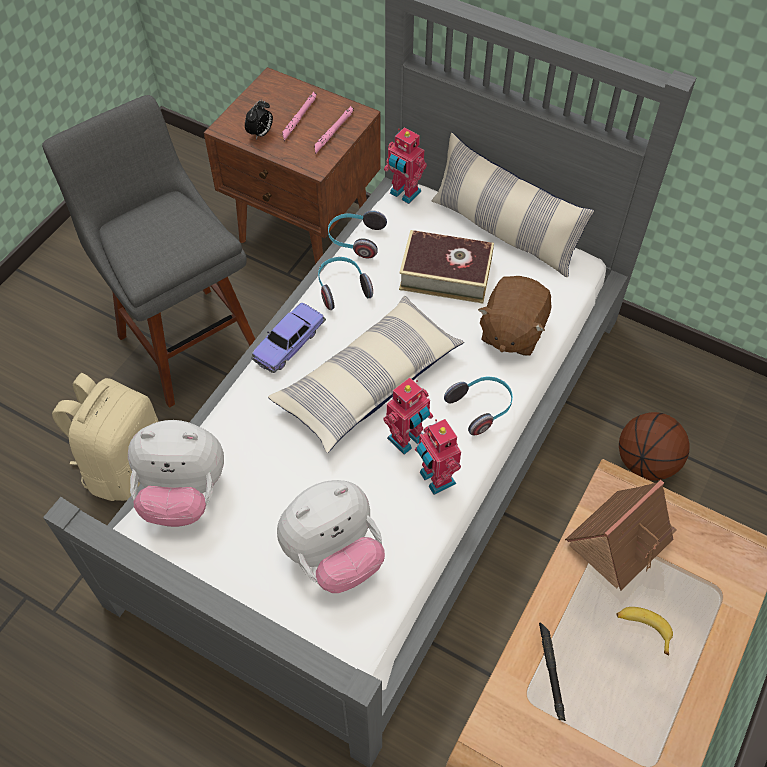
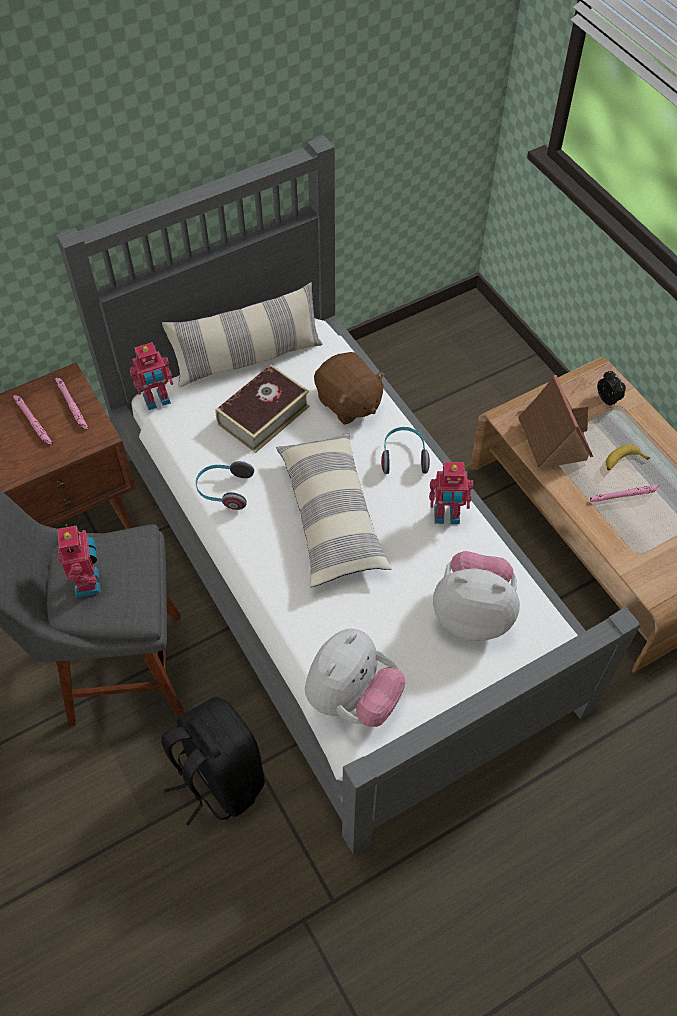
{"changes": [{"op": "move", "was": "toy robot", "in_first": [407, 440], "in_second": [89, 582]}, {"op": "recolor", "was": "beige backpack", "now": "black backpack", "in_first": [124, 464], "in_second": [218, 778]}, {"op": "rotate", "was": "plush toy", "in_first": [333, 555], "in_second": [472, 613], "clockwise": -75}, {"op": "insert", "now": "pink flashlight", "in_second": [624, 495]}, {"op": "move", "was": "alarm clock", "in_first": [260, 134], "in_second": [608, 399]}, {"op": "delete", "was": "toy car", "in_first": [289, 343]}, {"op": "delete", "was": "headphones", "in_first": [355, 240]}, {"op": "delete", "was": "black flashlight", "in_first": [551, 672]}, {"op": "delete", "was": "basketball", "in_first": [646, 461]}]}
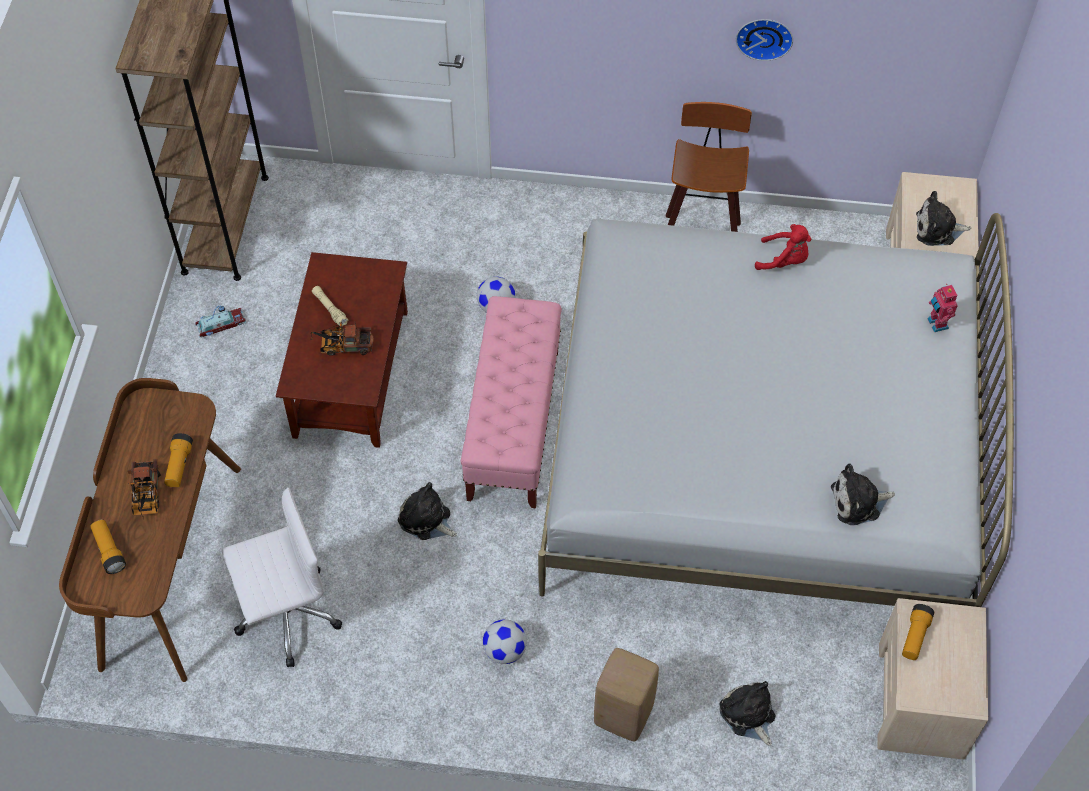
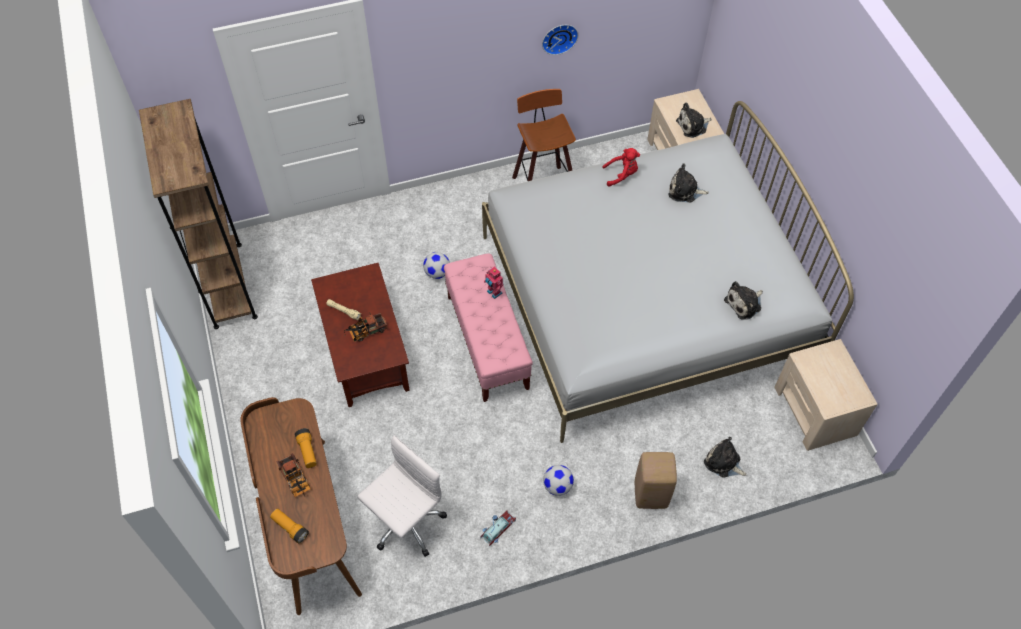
{"changes": [{"op": "move", "was": "toy car", "in_first": [220, 324], "in_second": [497, 528]}, {"op": "move", "was": "toy robot", "in_first": [936, 324], "in_second": [493, 293]}, {"op": "move", "was": "plush toy", "in_first": [426, 520], "in_second": [685, 191]}, {"op": "delete", "was": "flashlight", "in_first": [915, 636]}]}
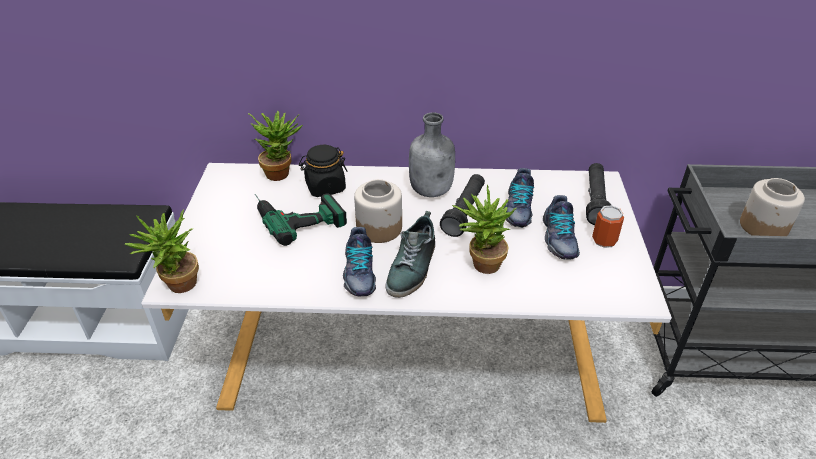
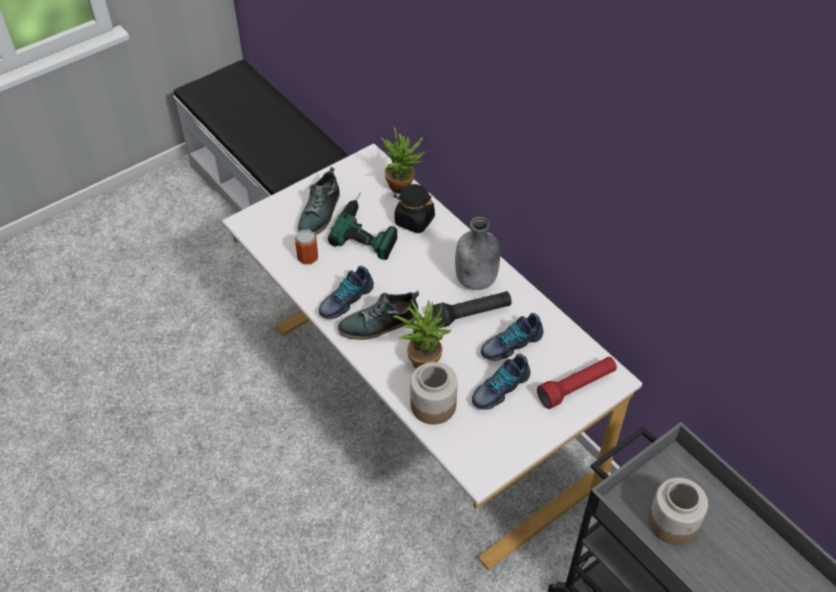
{"changes": [{"op": "move", "was": "can", "in_first": [604, 240], "in_second": [308, 258]}, {"op": "insert", "now": "shoe", "in_second": [320, 213]}, {"op": "move", "was": "jar", "in_first": [379, 228], "in_second": [434, 405]}, {"op": "recolor", "was": "black flashlight", "now": "red flashlight", "in_first": [595, 201], "in_second": [576, 387]}, {"op": "delete", "was": "potted plant", "in_first": [177, 287]}]}
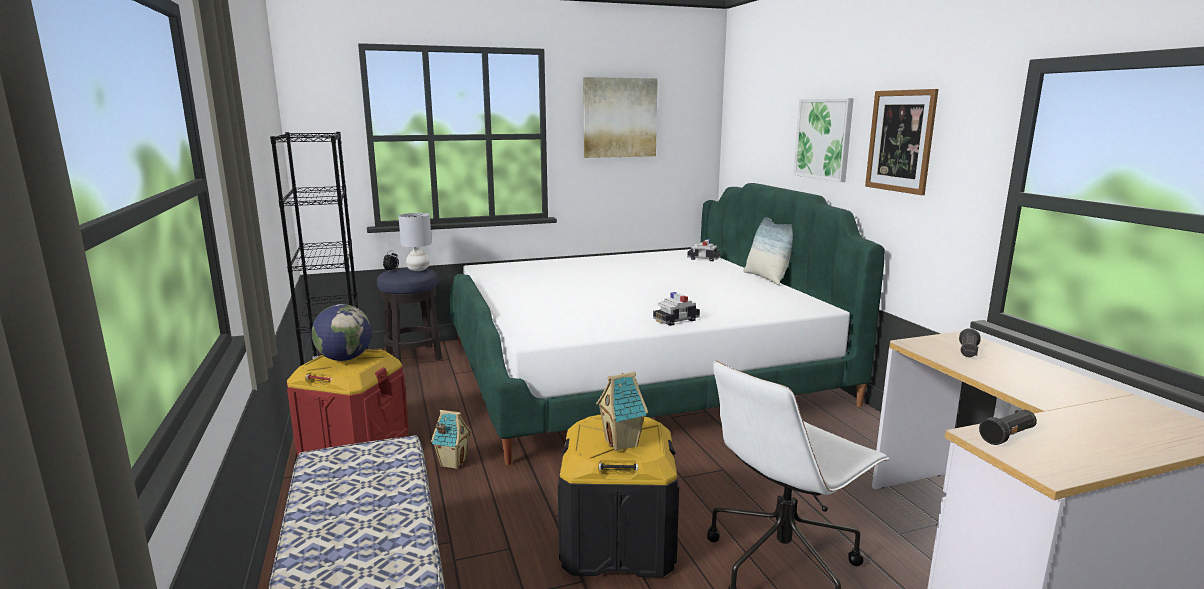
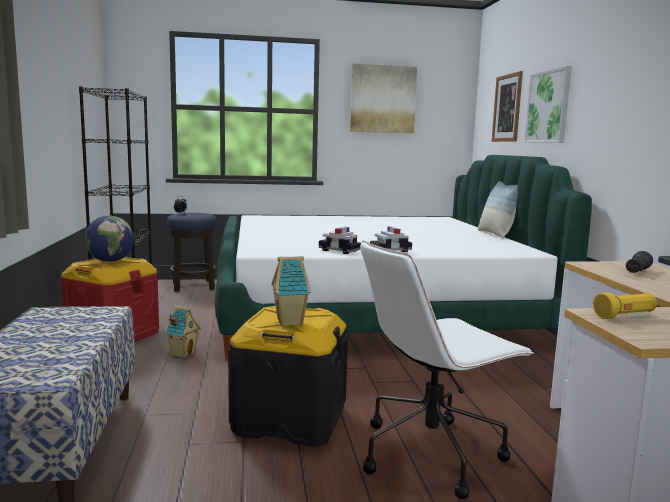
{"changes": [{"op": "move", "was": "toy car", "in_first": [703, 258], "in_second": [339, 251]}, {"op": "move", "was": "picture", "in_first": [900, 141], "in_second": [507, 108]}, {"op": "recolor", "was": "black flashlight", "now": "yellow flashlight", "in_first": [1007, 436], "in_second": [625, 316]}, {"op": "delete", "was": "grey table lamp", "in_first": [418, 269]}]}
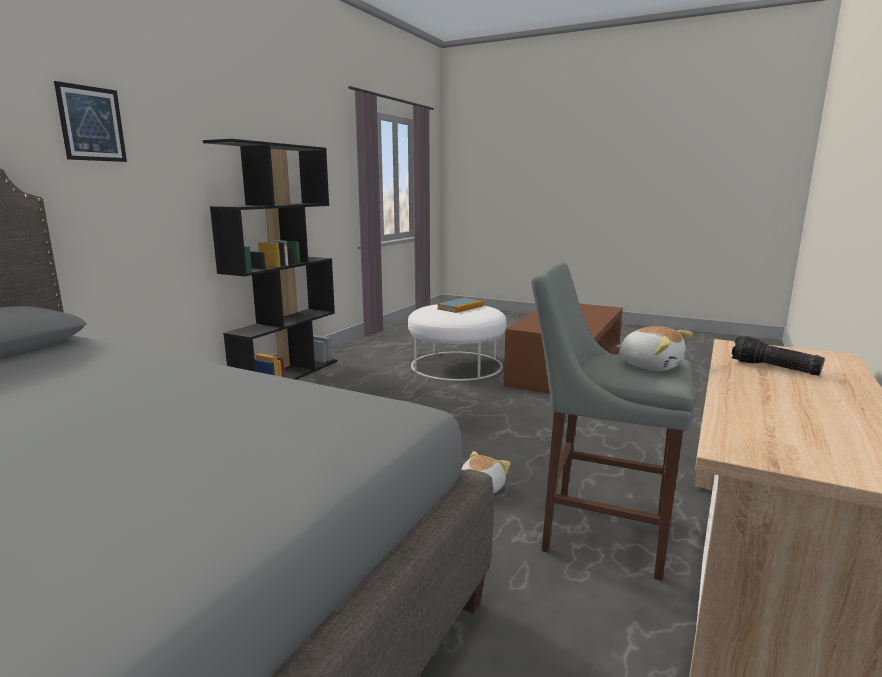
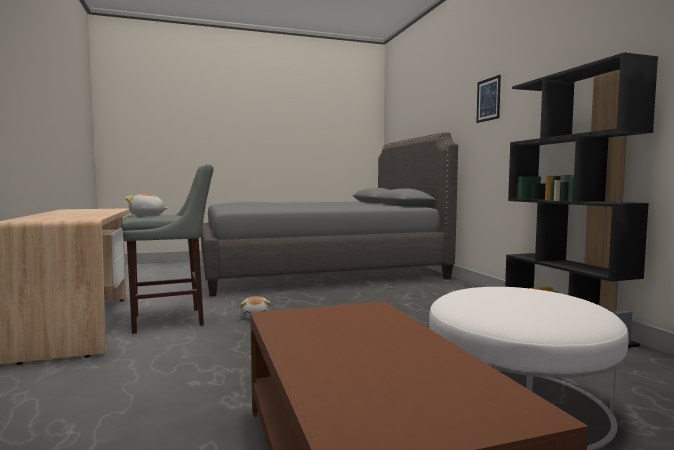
{"changes": [{"op": "delete", "was": "book", "in_first": [460, 307]}, {"op": "delete", "was": "flashlight", "in_first": [773, 367]}]}
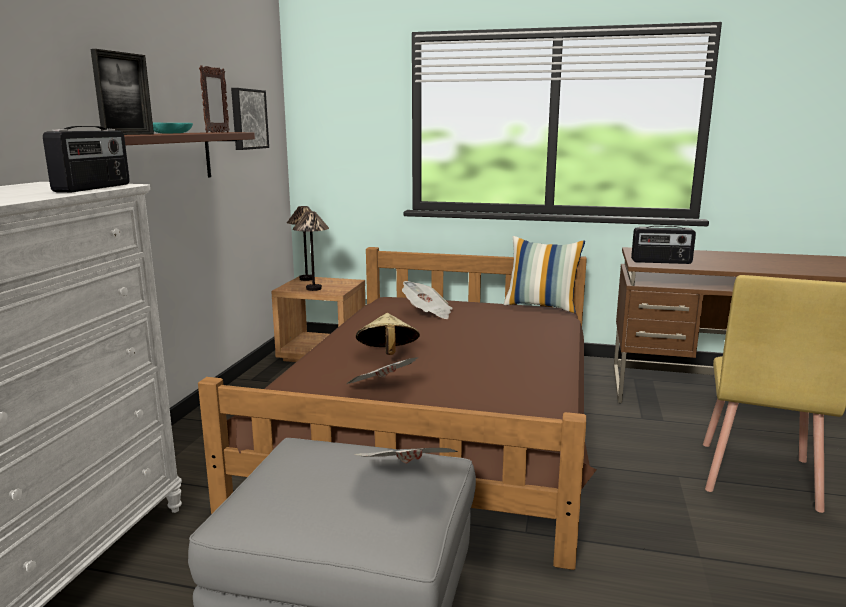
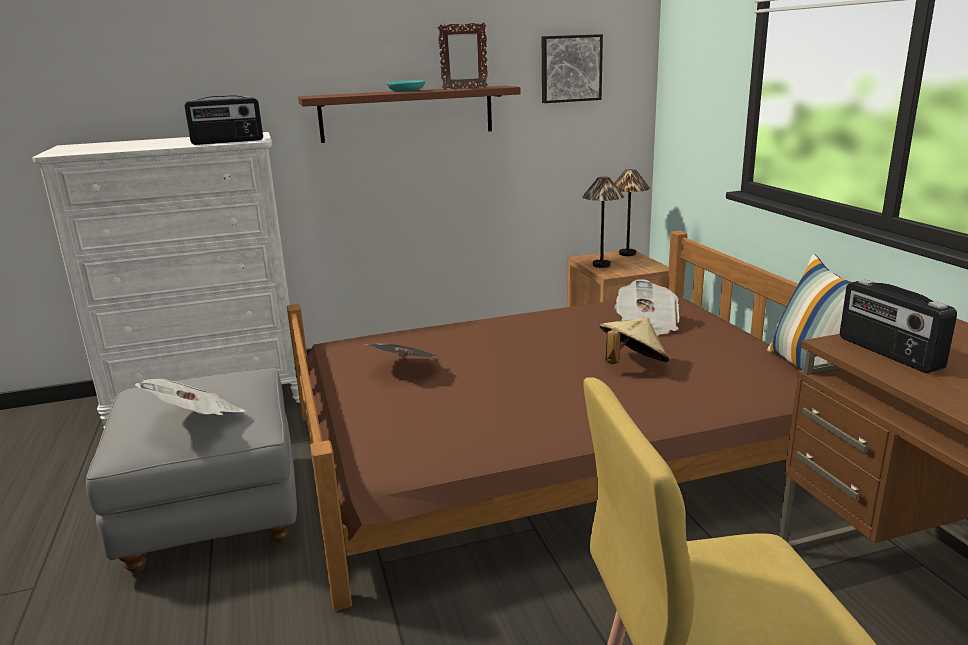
{"changes": [{"op": "move", "was": "beige hat", "in_first": [387, 354], "in_second": [632, 365]}, {"op": "delete", "was": "picture frame", "in_first": [128, 134]}]}
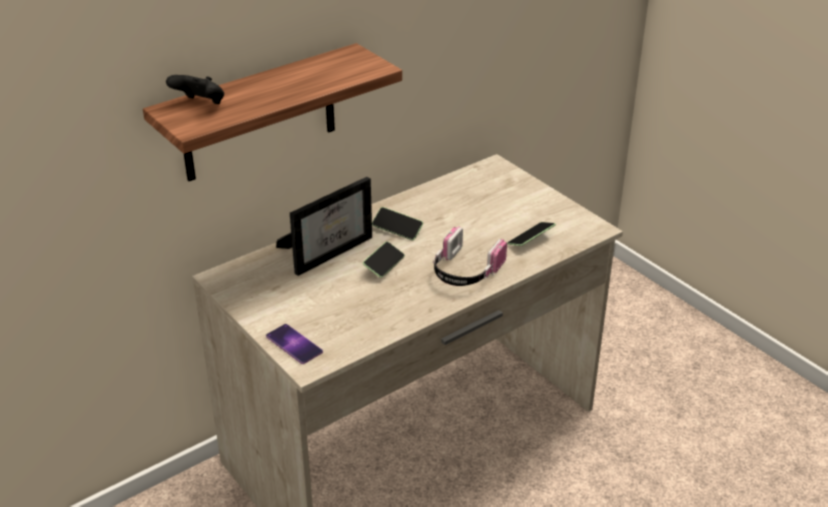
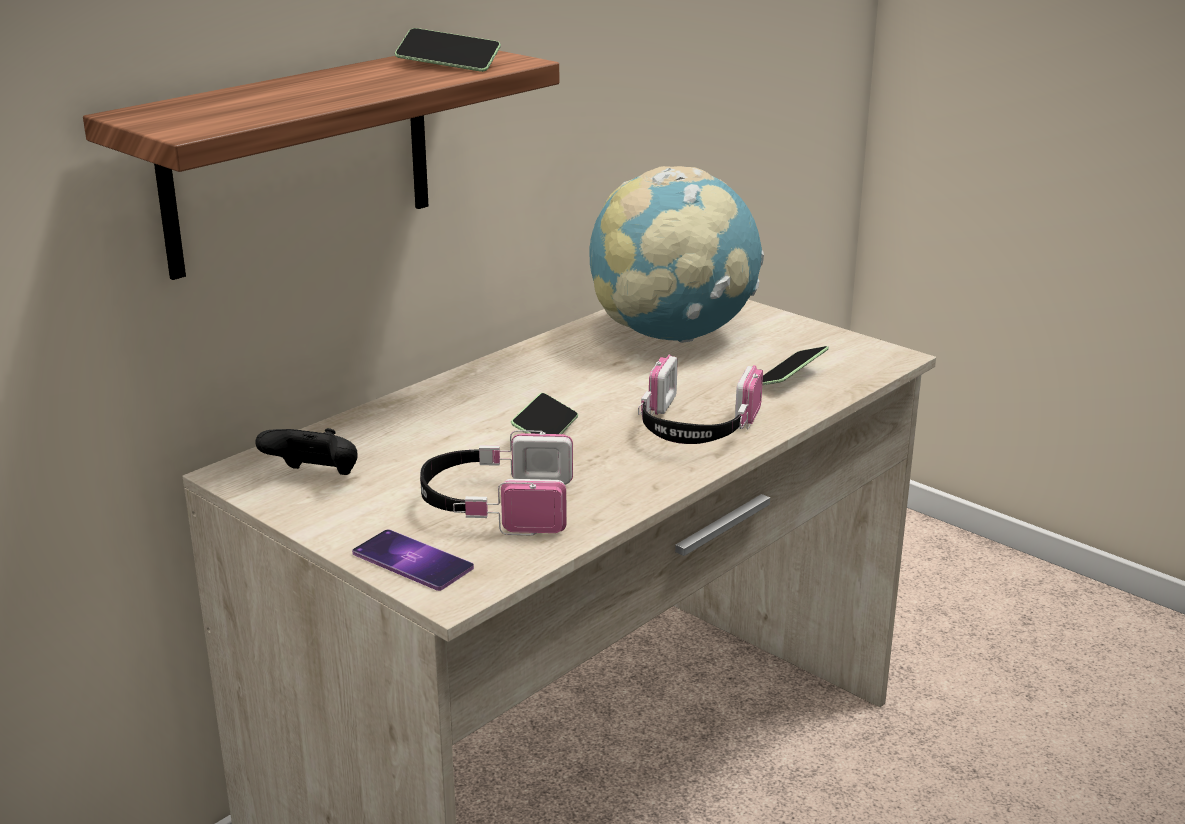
{"changes": [{"op": "move", "was": "black game controller", "in_first": [200, 104], "in_second": [315, 478]}, {"op": "move", "was": "phone", "in_first": [397, 229], "in_second": [448, 64]}, {"op": "insert", "now": "headphones", "in_second": [496, 506]}, {"op": "insert", "now": "globe", "in_second": [672, 334]}, {"op": "delete", "was": "picture frame", "in_first": [329, 250]}]}
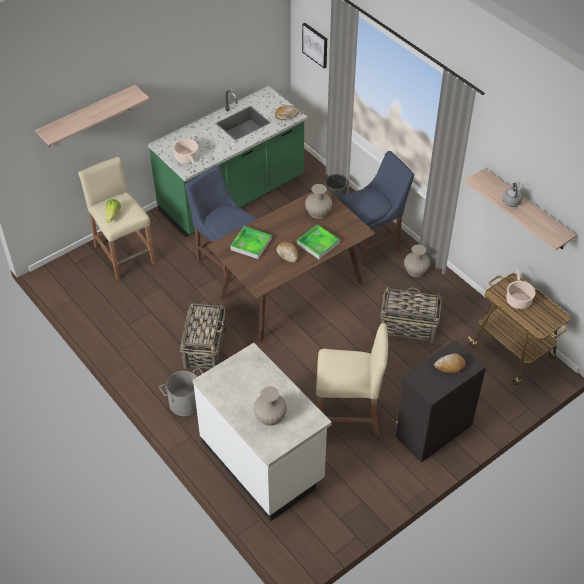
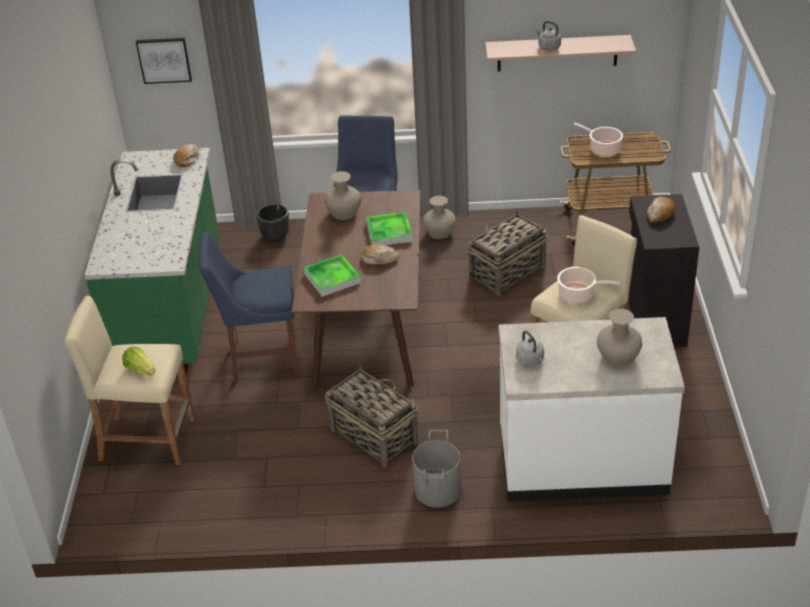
{"changes": [{"op": "insert", "now": "grey kettle", "in_second": [531, 360]}, {"op": "move", "was": "cooking pot", "in_first": [187, 158], "in_second": [579, 295]}, {"op": "delete", "was": "shelf", "in_first": [88, 117]}]}
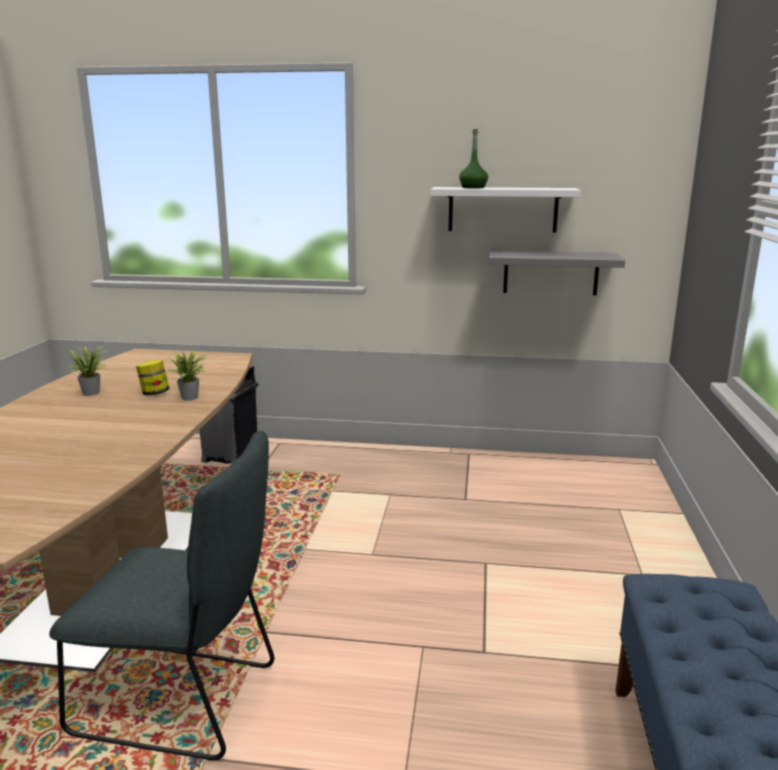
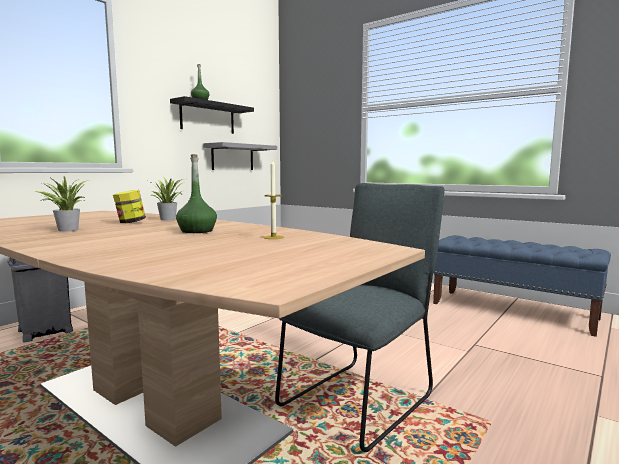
{"changes": [{"op": "recolor", "was": "white shelf", "now": "black shelf", "in_first": [502, 209], "in_second": [207, 118]}, {"op": "insert", "now": "green bottle", "in_second": [197, 231]}, {"op": "insert", "now": "candle", "in_second": [273, 237]}]}
